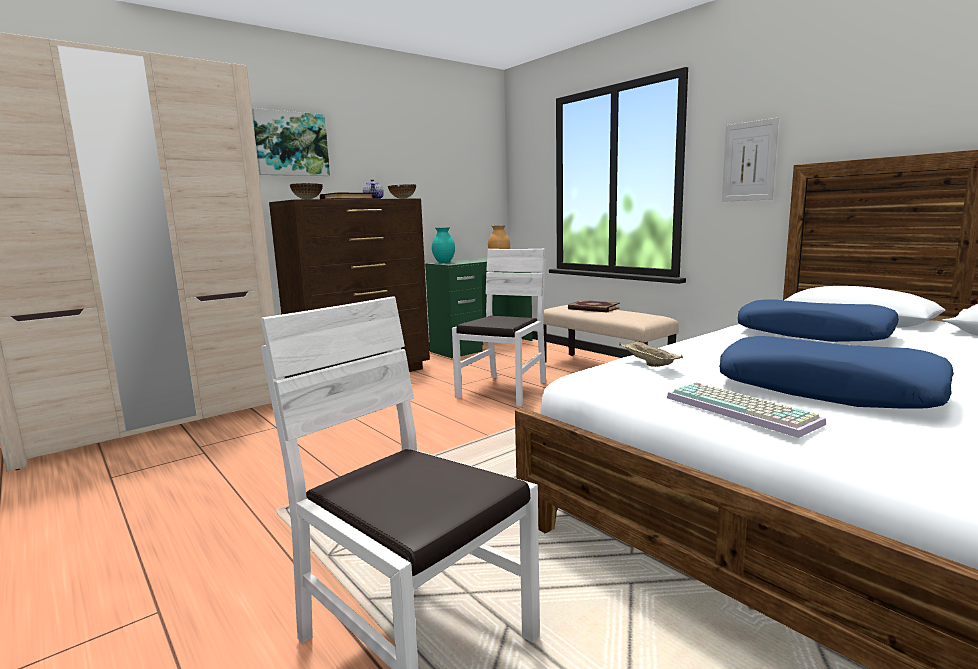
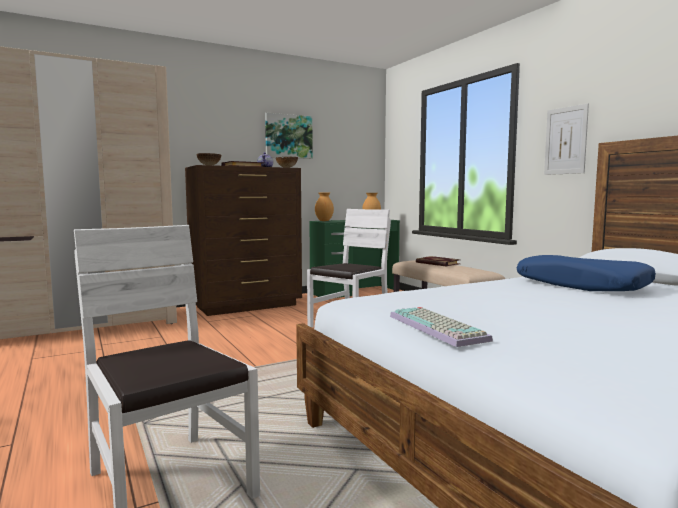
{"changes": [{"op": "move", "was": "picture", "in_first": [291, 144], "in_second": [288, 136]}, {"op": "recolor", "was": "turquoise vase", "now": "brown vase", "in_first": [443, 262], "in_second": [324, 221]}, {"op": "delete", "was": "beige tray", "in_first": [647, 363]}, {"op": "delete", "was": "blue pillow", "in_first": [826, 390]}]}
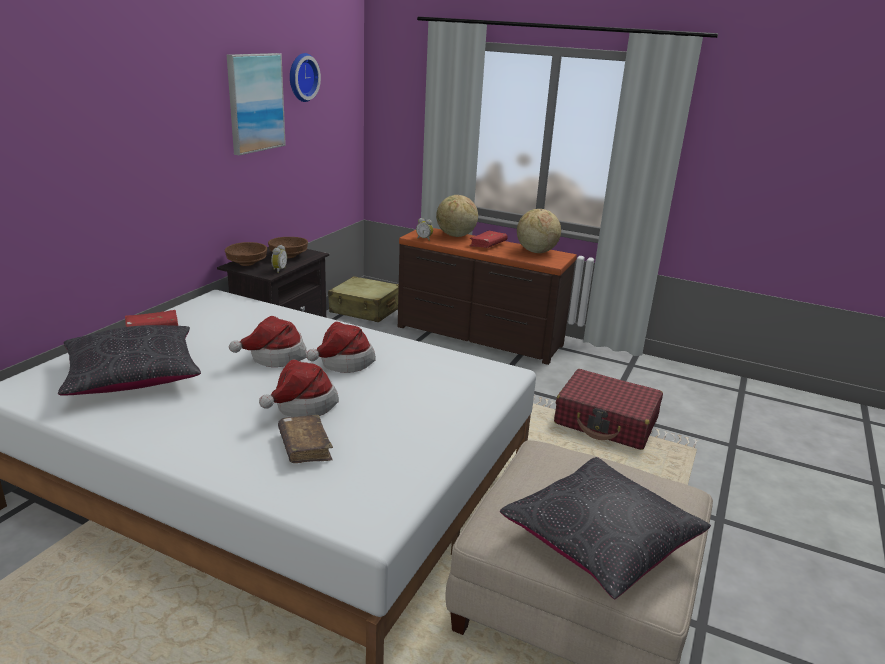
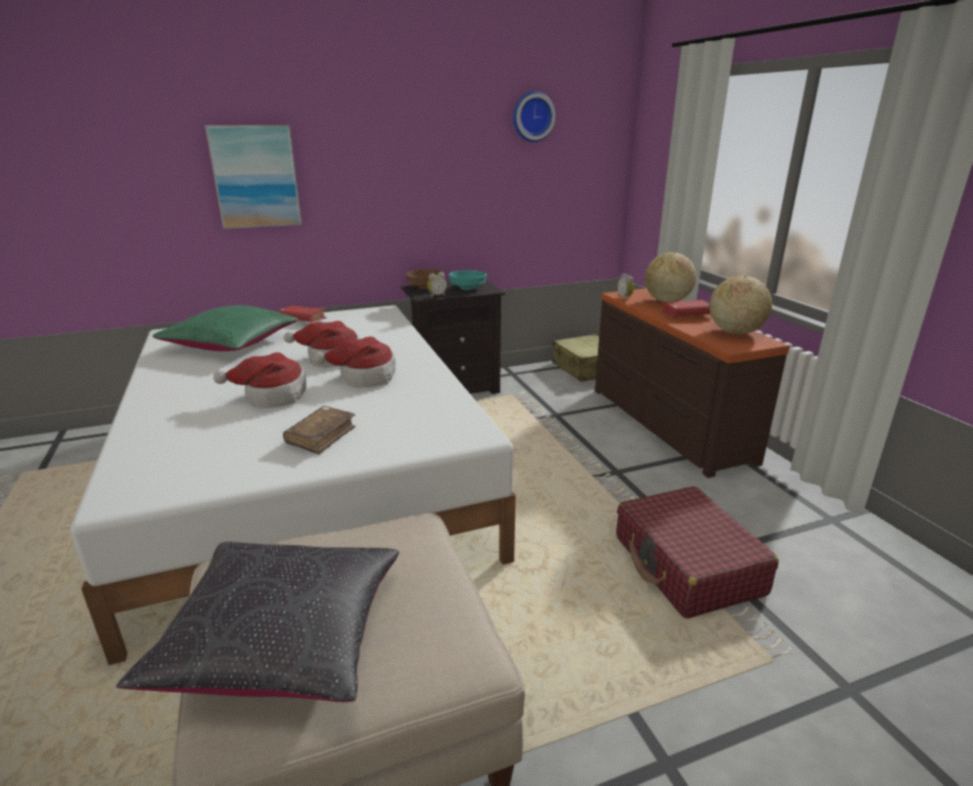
{"changes": [{"op": "recolor", "was": "black pillow", "now": "green pillow", "in_first": [133, 376], "in_second": [231, 344]}, {"op": "move", "was": "picture", "in_first": [255, 103], "in_second": [255, 177]}, {"op": "move", "was": "brown book", "in_first": [305, 447], "in_second": [321, 437]}, {"op": "recolor", "was": "brown bowl", "now": "turquoise bowl", "in_first": [289, 256], "in_second": [468, 288]}]}
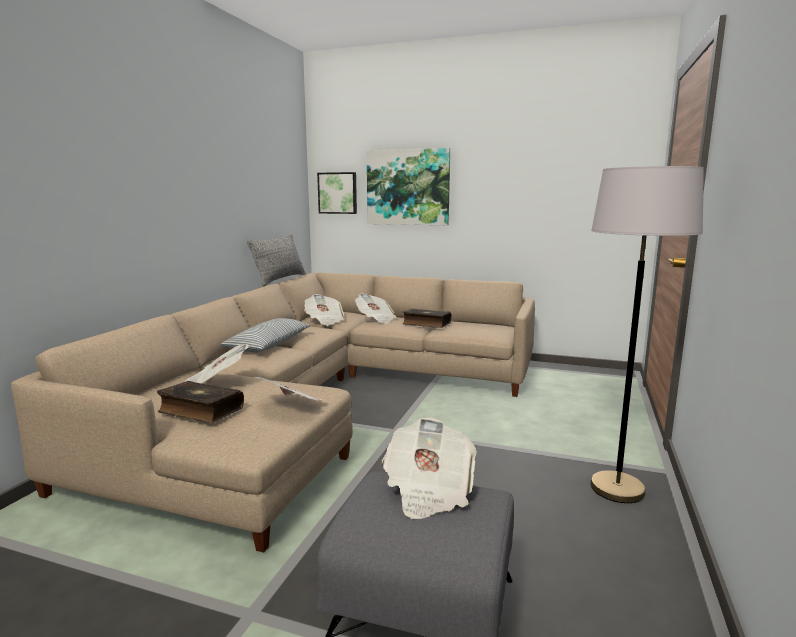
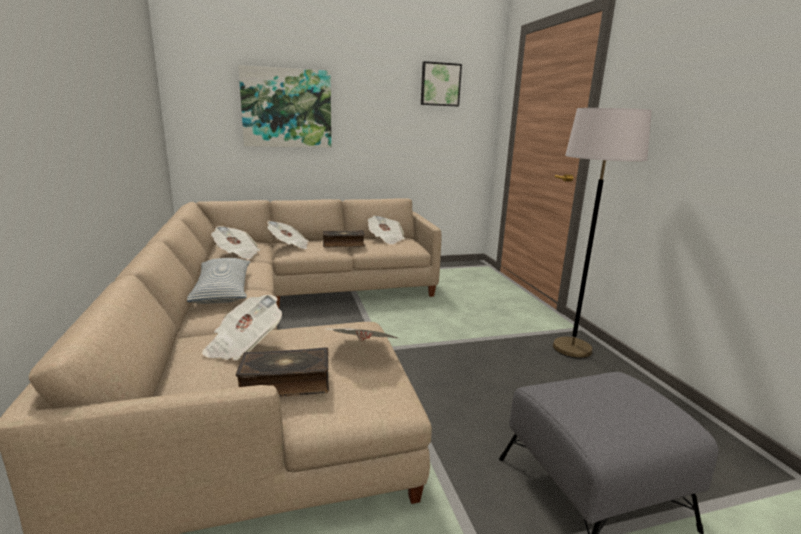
{"changes": [{"op": "move", "was": "newspaper", "in_first": [428, 490], "in_second": [386, 239]}, {"op": "move", "was": "picture", "in_first": [338, 193], "in_second": [440, 84]}, {"op": "delete", "was": "grey pillow", "in_first": [280, 279]}]}
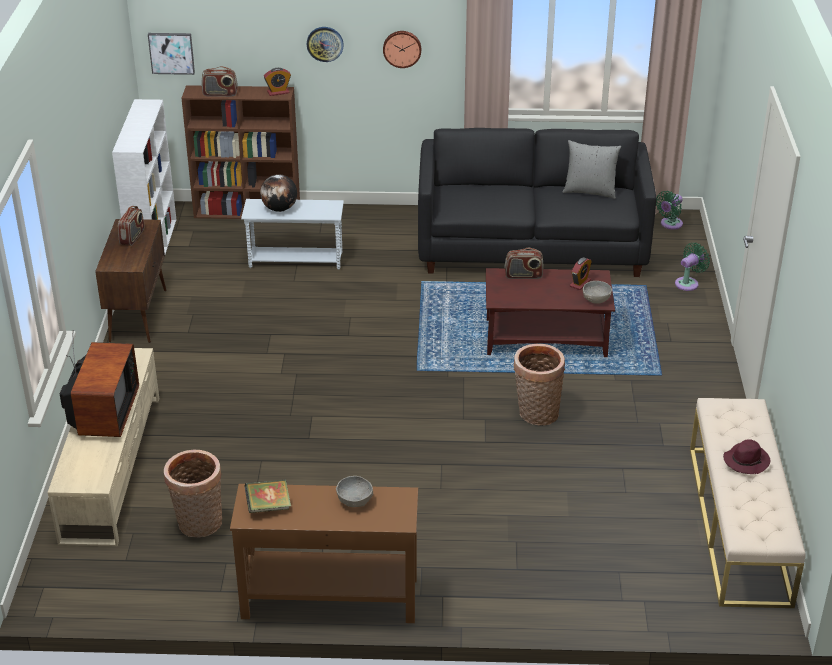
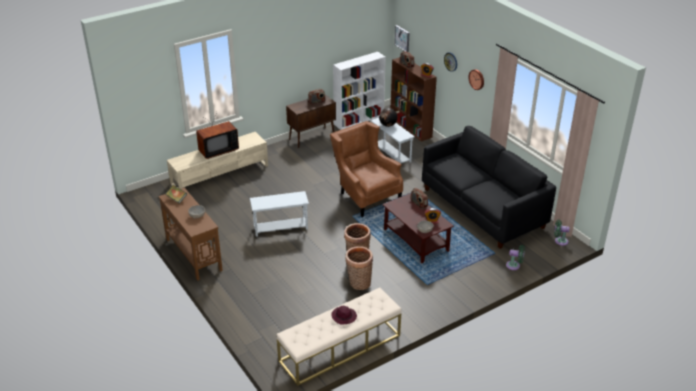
{"changes": [{"op": "insert", "now": "white side table", "in_second": [280, 228]}, {"op": "insert", "now": "brown armchair", "in_second": [365, 195]}, {"op": "move", "was": "basket", "in_first": [199, 525], "in_second": [358, 283]}, {"op": "delete", "was": "grey pillow", "in_first": [589, 191]}]}
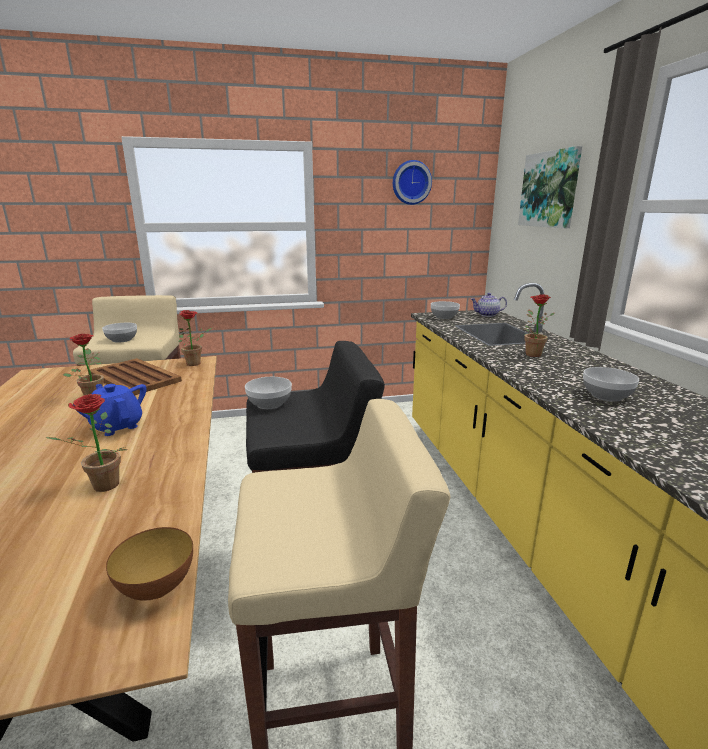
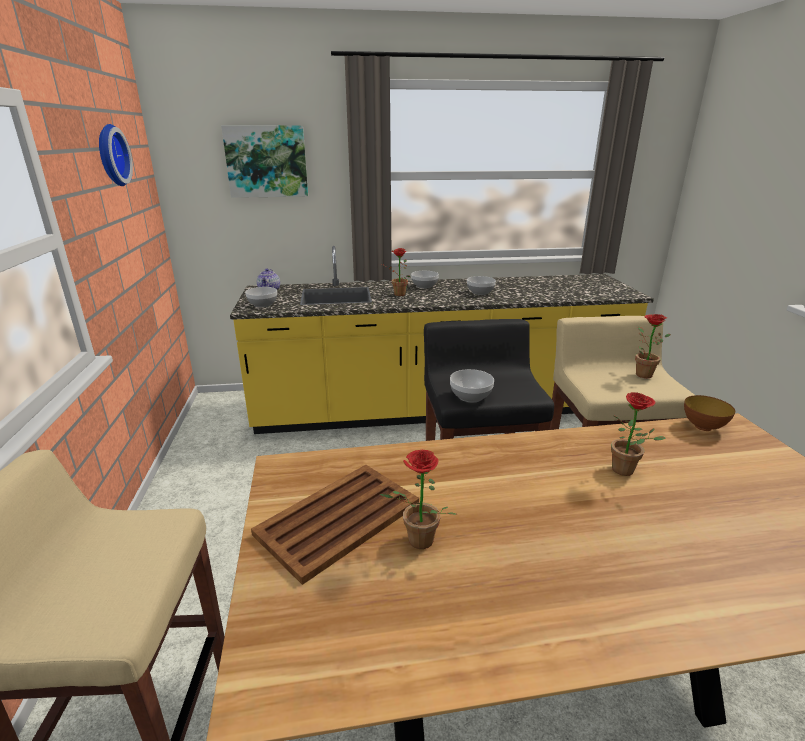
{"changes": [{"op": "move", "was": "bowl", "in_first": [122, 340], "in_second": [424, 286]}, {"op": "move", "was": "potted plant", "in_first": [196, 363], "in_second": [641, 373]}, {"op": "delete", "was": "blue teapot", "in_first": [117, 426]}]}
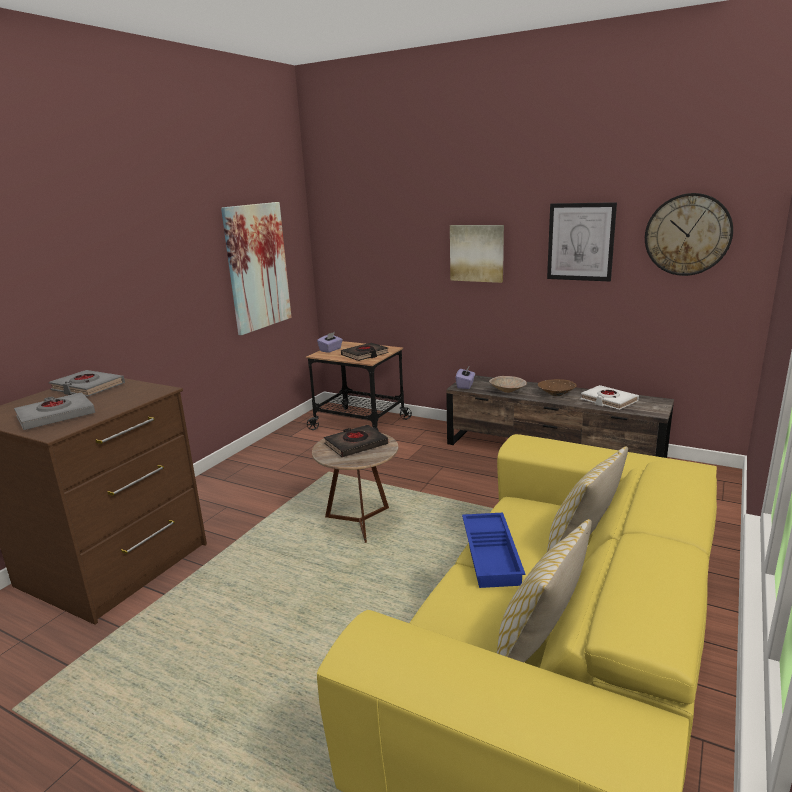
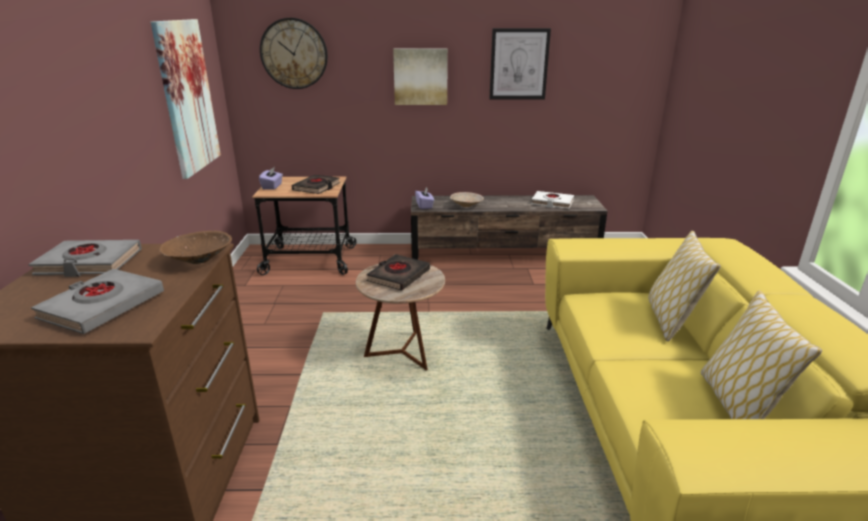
{"changes": [{"op": "move", "was": "brown bowl", "in_first": [555, 394], "in_second": [198, 260]}, {"op": "move", "was": "wall clock", "in_first": [687, 234], "in_second": [294, 54]}, {"op": "delete", "was": "blue tray", "in_first": [492, 554]}]}
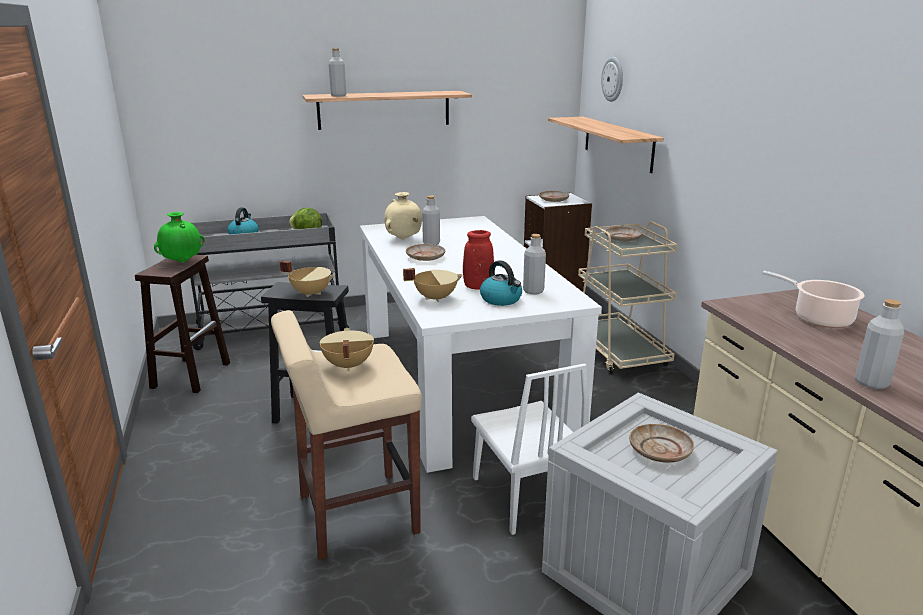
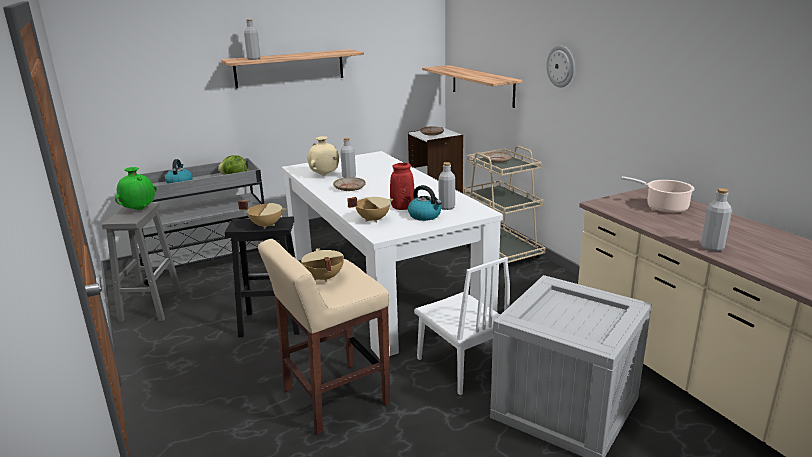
{"changes": [{"op": "recolor", "was": "brown stool", "now": "grey stool", "in_first": [191, 375], "in_second": [151, 306]}, {"op": "move", "was": "wall clock", "in_first": [613, 79], "in_second": [561, 66]}, {"op": "delete", "was": "beige plate", "in_first": [660, 451]}]}
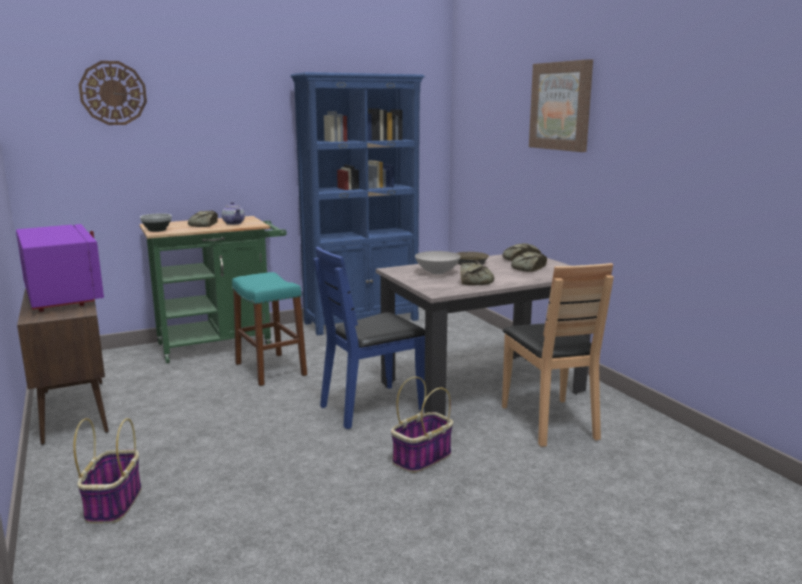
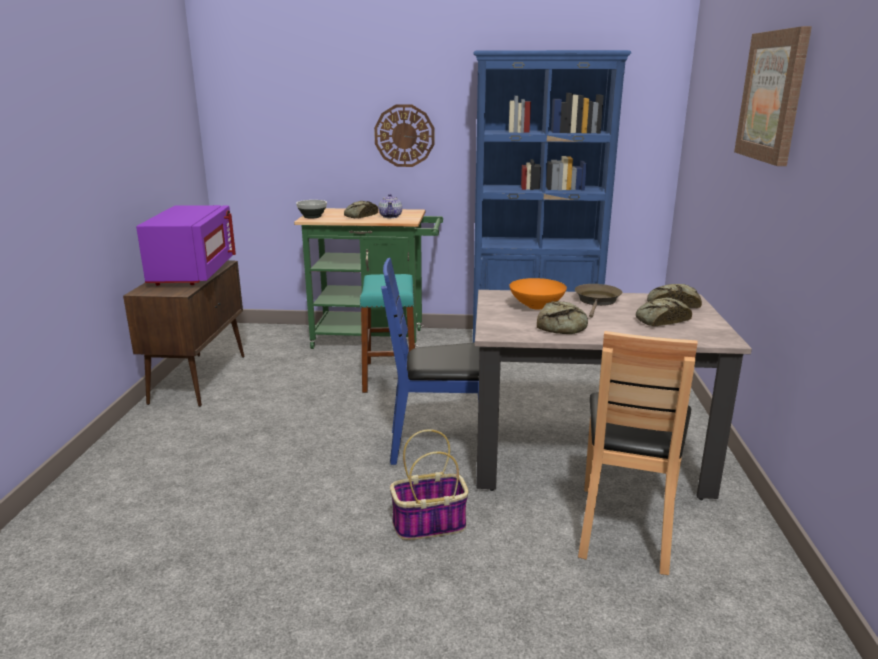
{"changes": [{"op": "move", "was": "wall clock", "in_first": [113, 93], "in_second": [404, 136]}, {"op": "recolor", "was": "white bowl", "now": "orange bowl", "in_first": [437, 272], "in_second": [536, 307]}, {"op": "delete", "was": "basket", "in_first": [114, 503]}]}
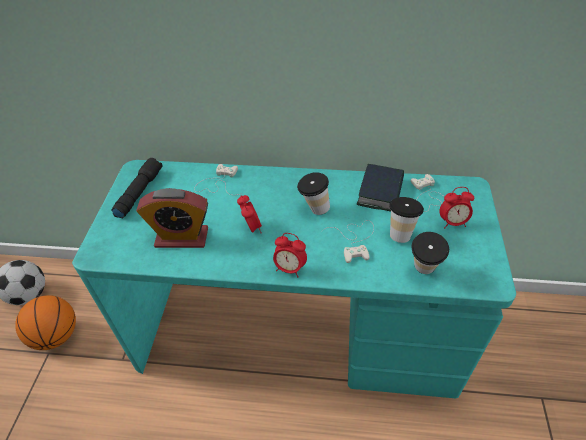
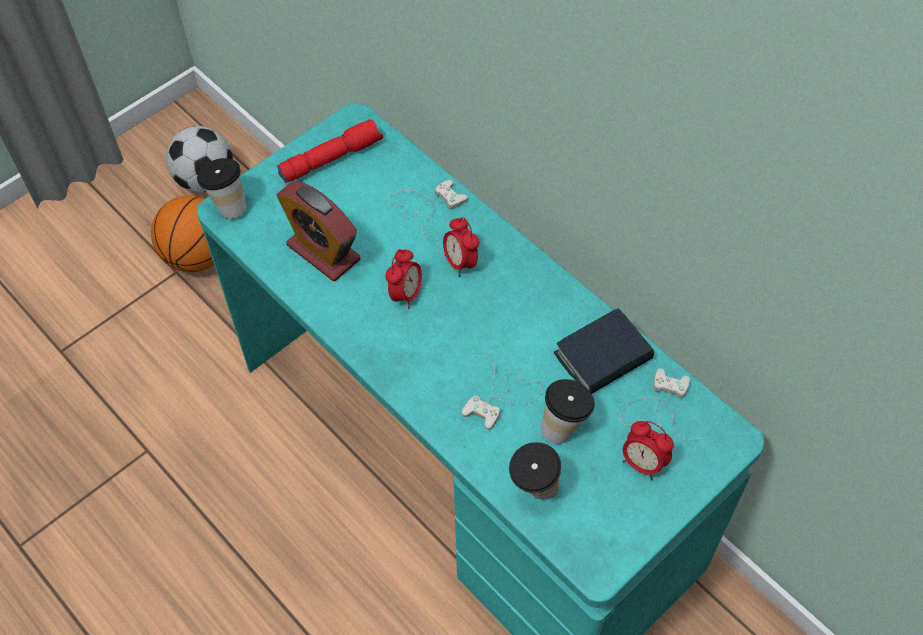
{"changes": [{"op": "move", "was": "cup", "in_first": [313, 209], "in_second": [228, 206]}, {"op": "recolor", "was": "black flashlight", "now": "red flashlight", "in_first": [139, 192], "in_second": [331, 158]}, {"op": "move", "was": "alarm clock", "in_first": [290, 268], "in_second": [460, 262]}]}
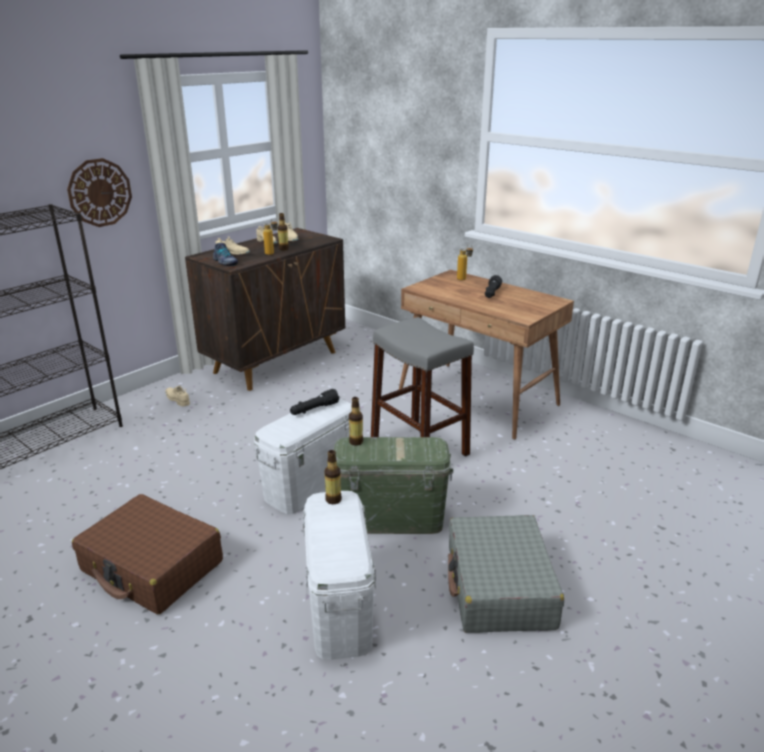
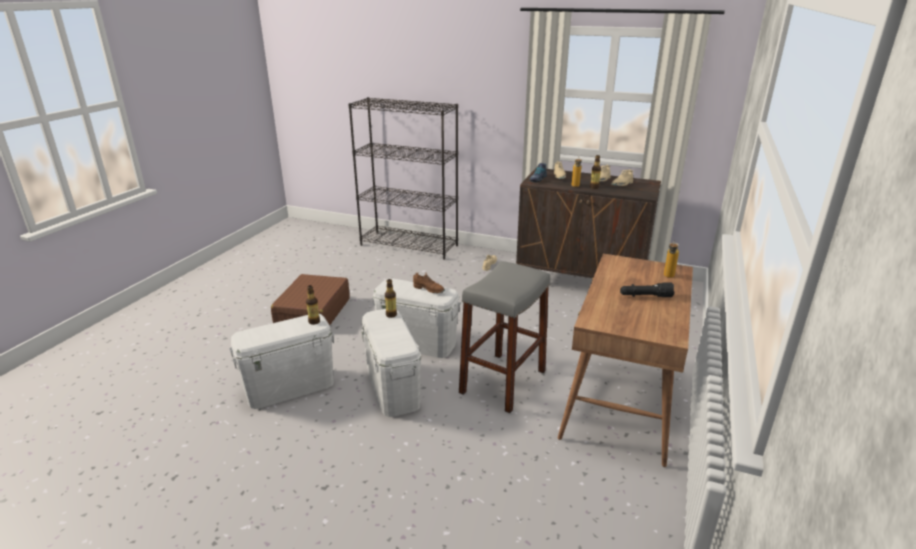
{"changes": [{"op": "recolor", "was": "green storage box", "now": "white storage box", "in_first": [391, 518], "in_second": [393, 388]}, {"op": "replace", "was": "black flashlight", "now": "brown shoe", "in_first": [314, 409], "in_second": [429, 290]}, {"op": "delete", "was": "wall clock", "in_first": [99, 192]}, {"op": "delete", "was": "grey suitcase", "in_first": [499, 587]}]}
